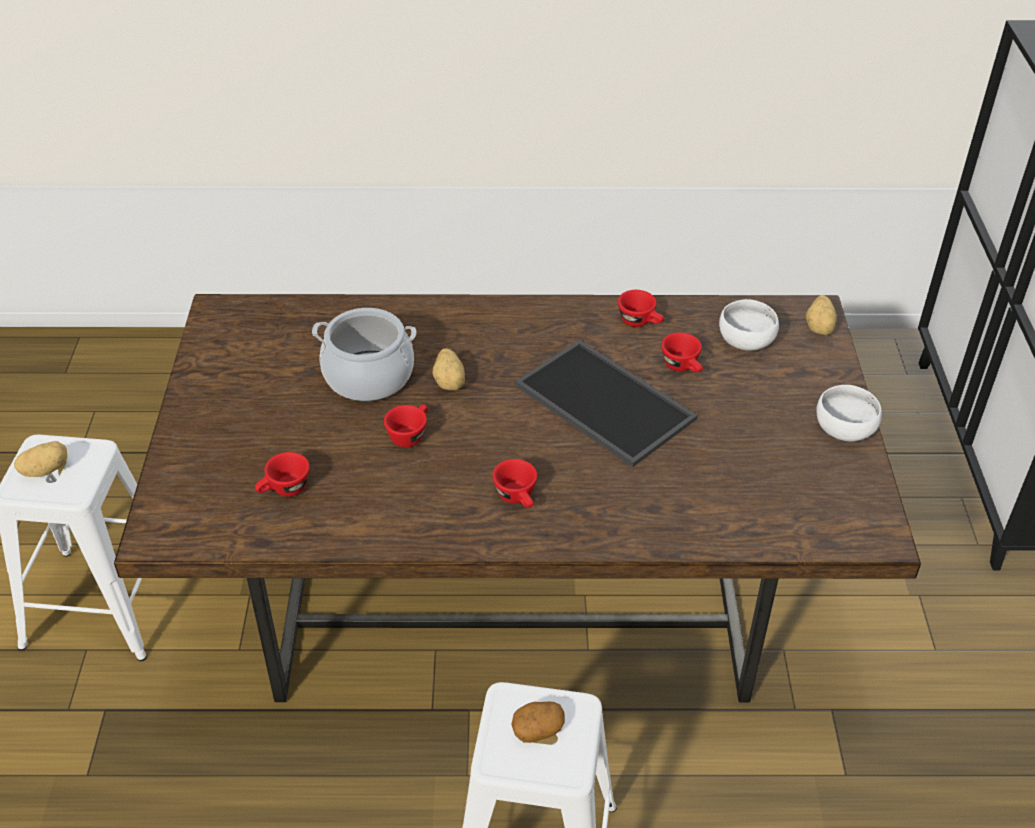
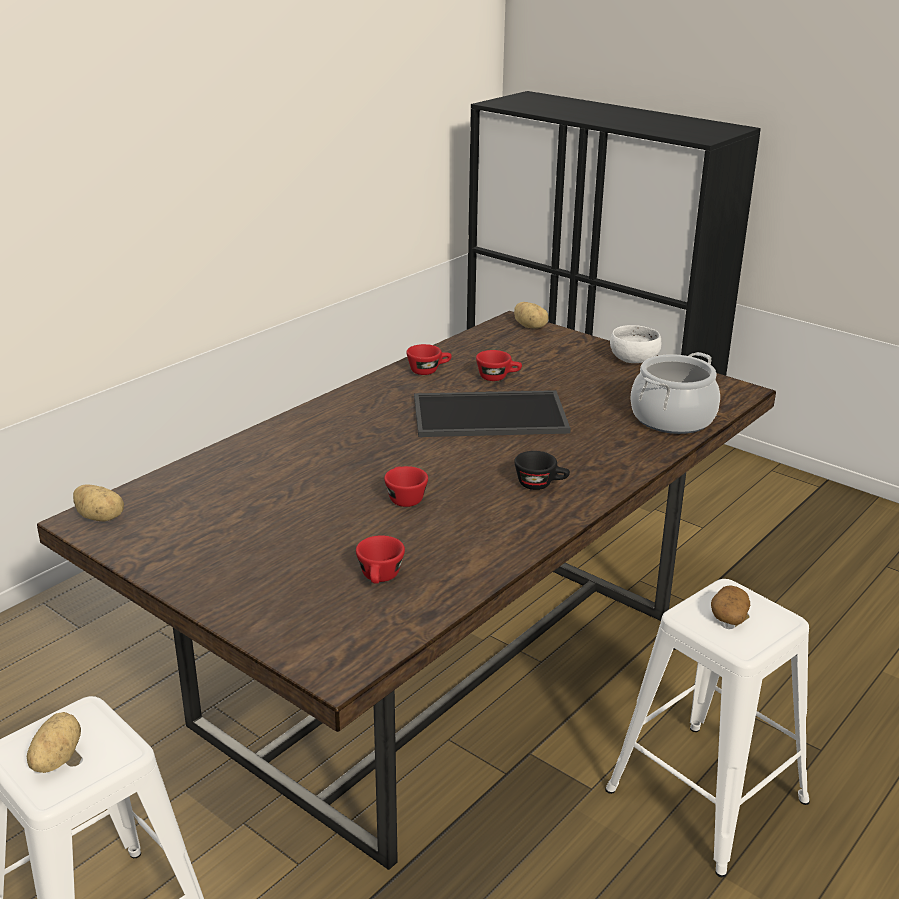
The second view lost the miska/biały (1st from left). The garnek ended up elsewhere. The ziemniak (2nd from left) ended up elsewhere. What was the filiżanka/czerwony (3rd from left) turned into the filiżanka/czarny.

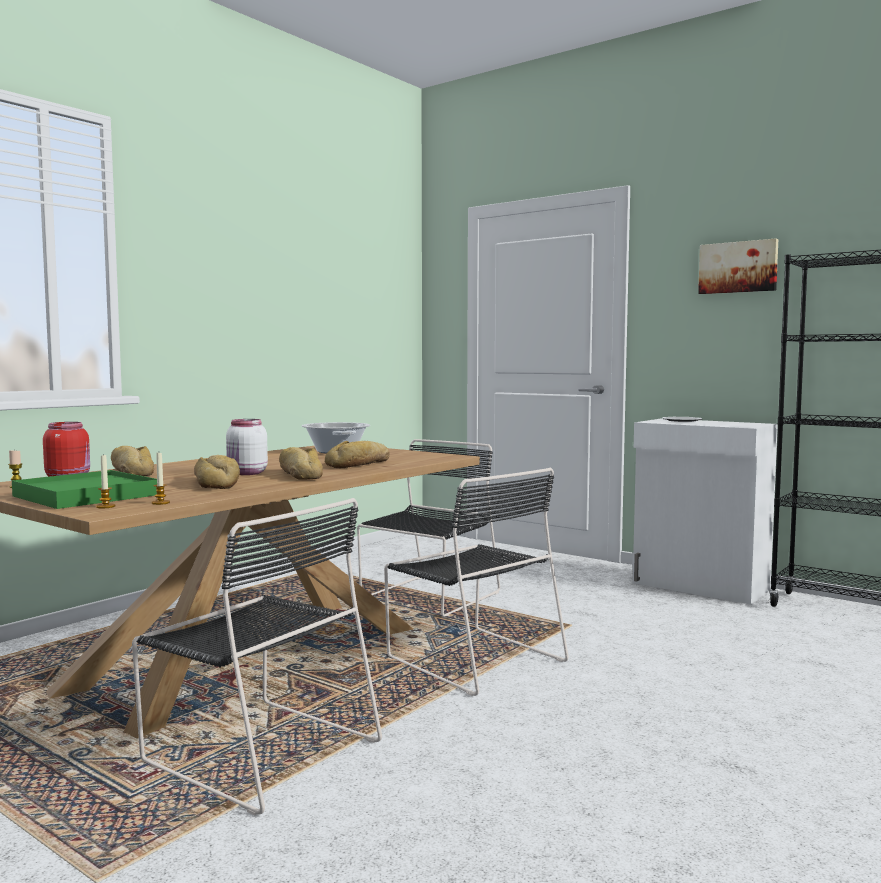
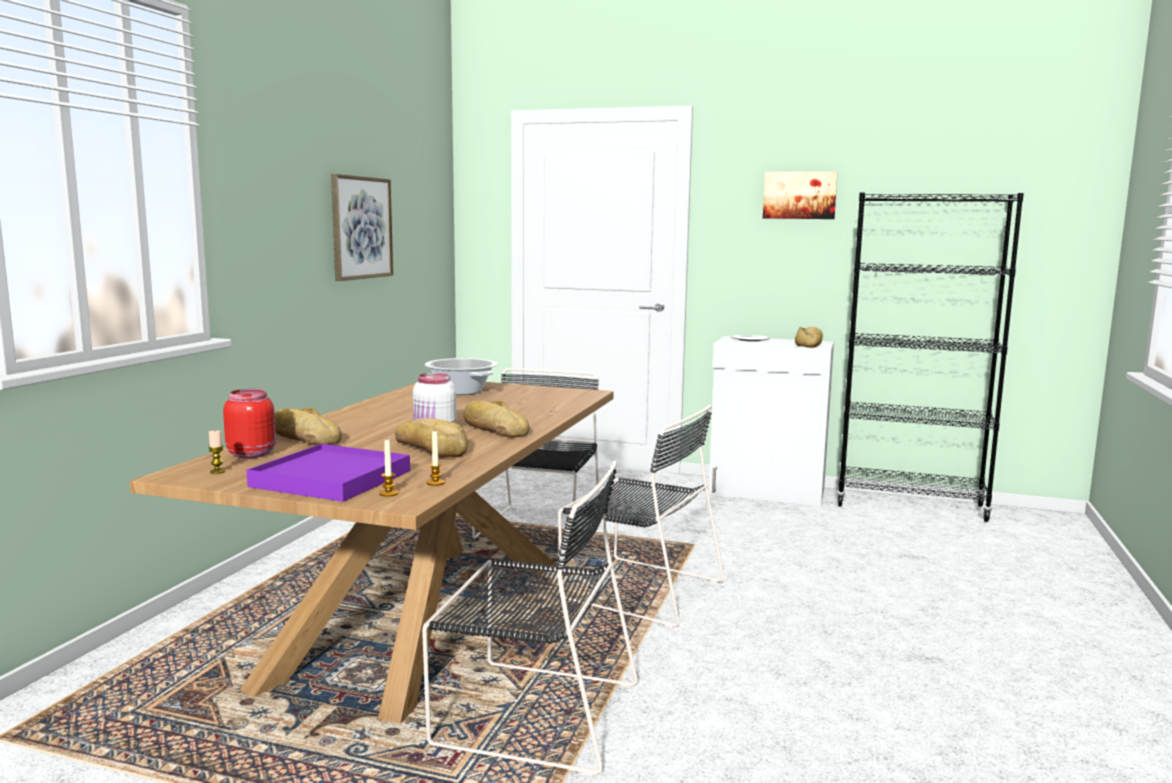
The chleb (4th from left) ended up elsewhere. What was the taca/zielony turned into the taca/fioletowy. The second view gained the obraz (1st from left).

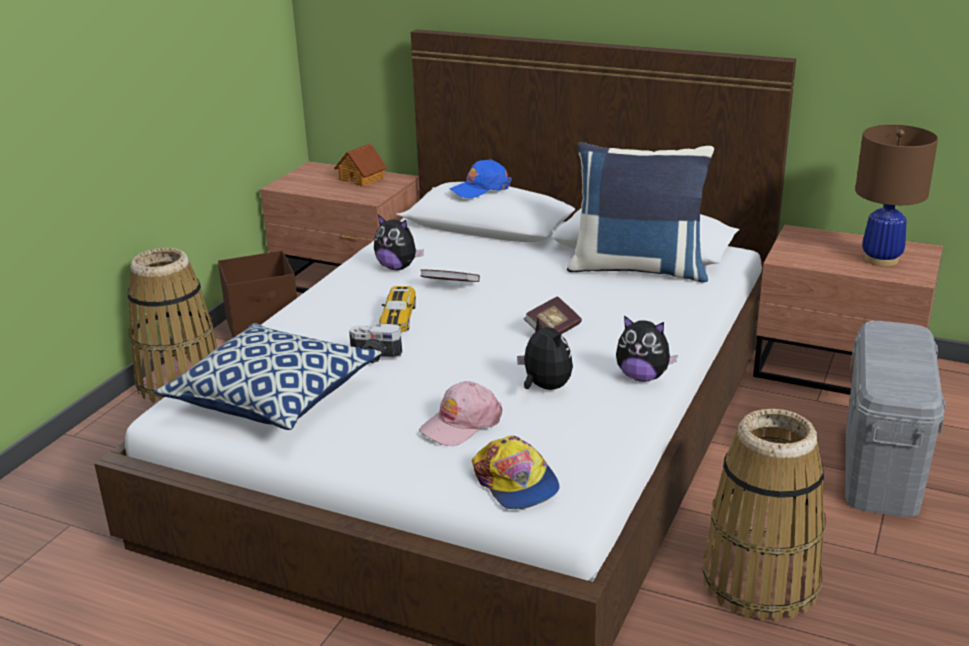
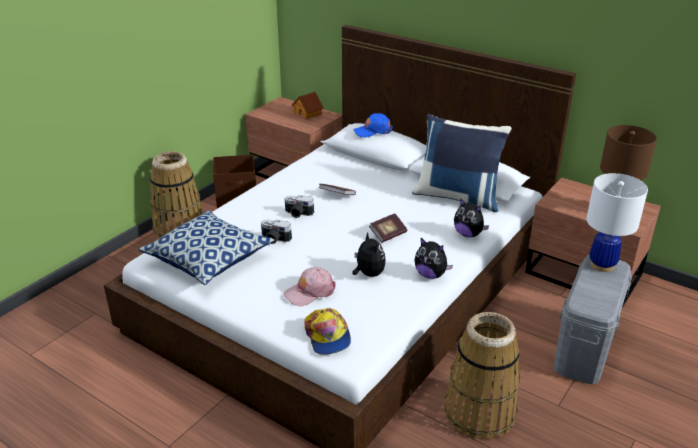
The pluszak (1st from left in the first image) ended up elsewhere. Where the samochodzik stood, the aparat fotograficzny (2nd from left) came to stand. The second view gained the lampa stołowa/biały.

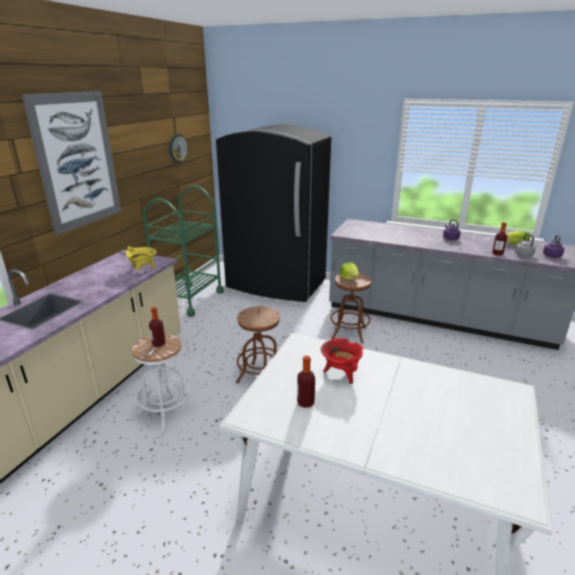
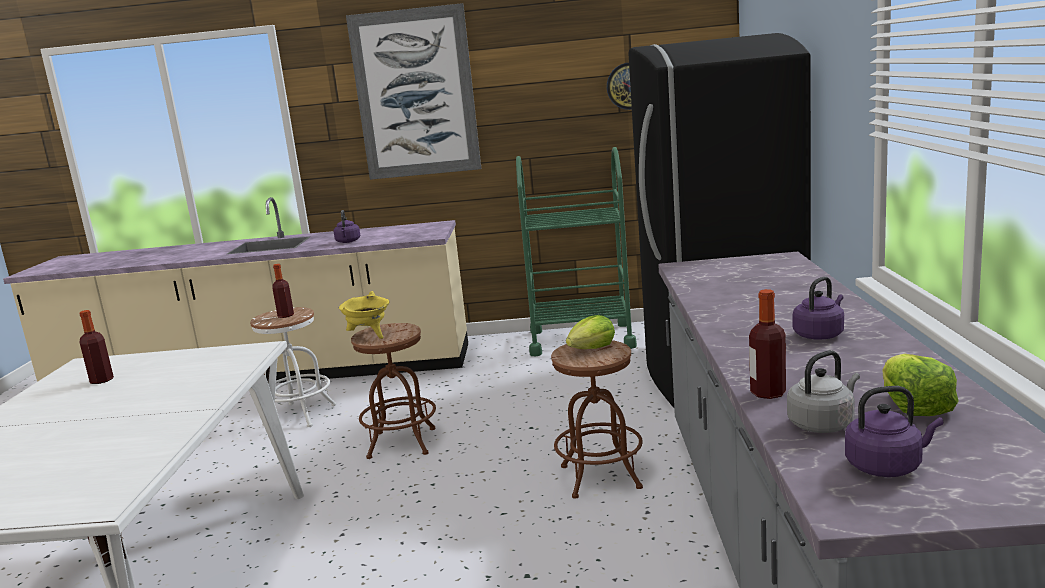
The garnek/żółty ended up elsewhere. The second view lost the garnek/czerwony. The second view gained the czajnik/fioletowy (1st from left).

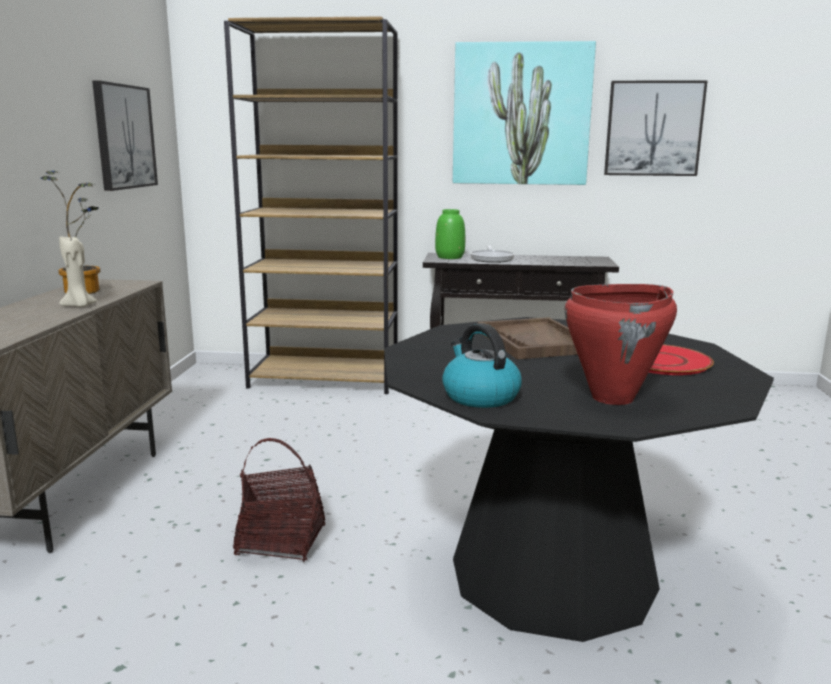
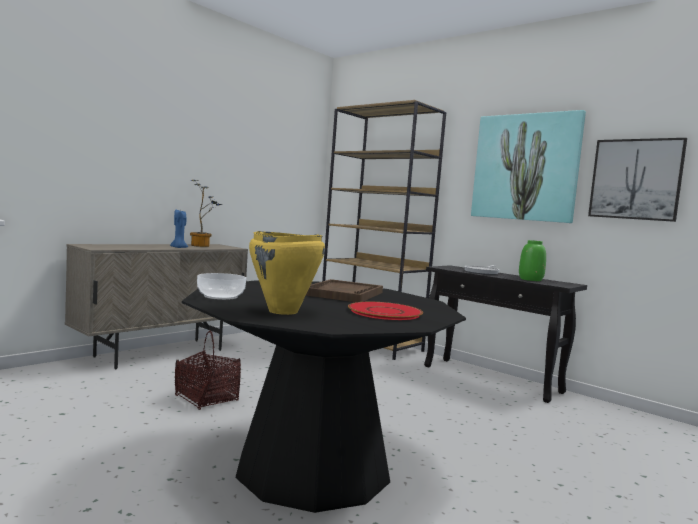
The second view lost the obraz (1st from left). The wazon/zielony ended up elsewhere. What was the świeca/beżowy turned into the świeca/niebieski. What was the garnek/czerwony turned into the garnek/żółty. Where the czajnik stood, the miska came to stand.

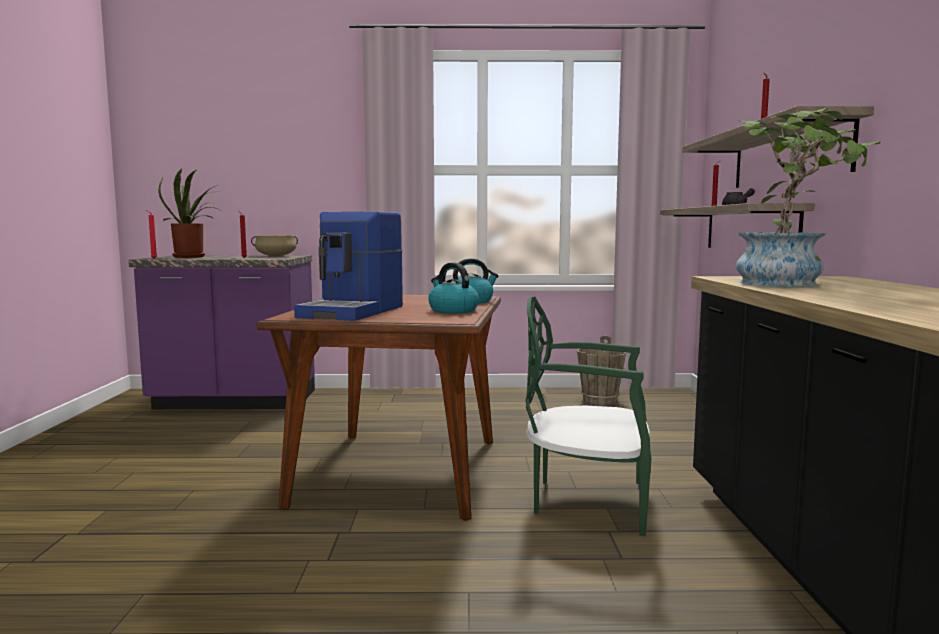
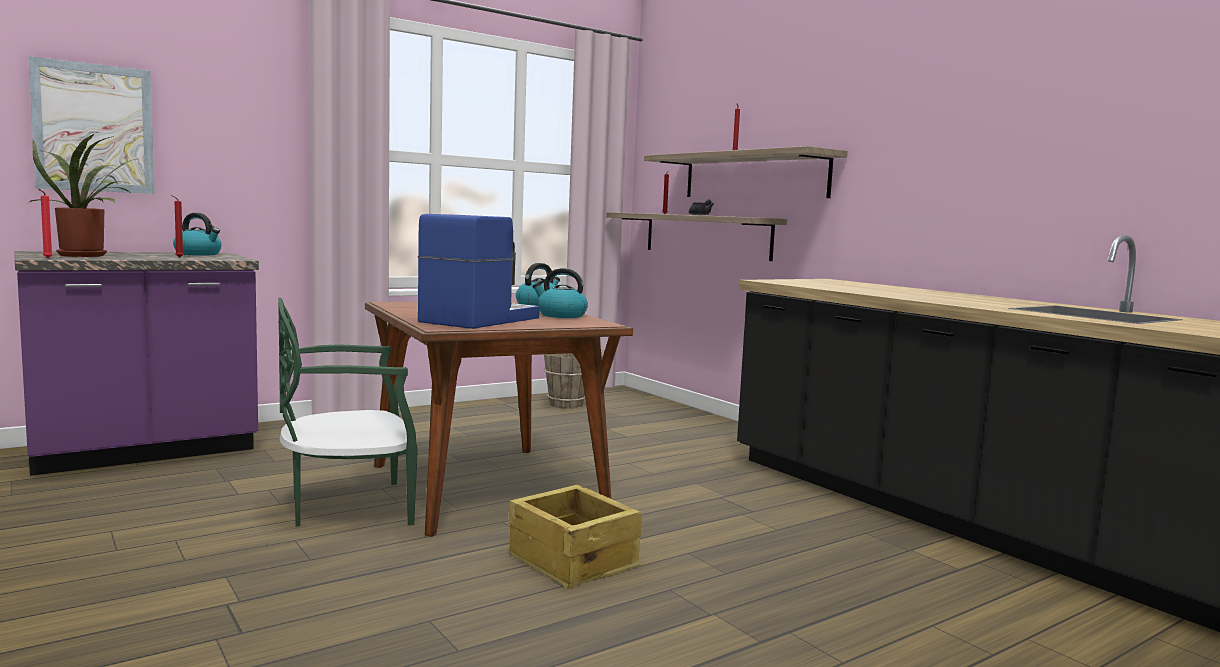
The second view lost the roślina doniczkowa (2nd from left). The ekspres do kawy ended up facing another way, 135 degrees counterclockwise from before. Where the garnek/beżowy stood, the czajnik (1st from left) came to stand. The krzesło/zielony ended up elsewhere. The second view gained the obraz. The second view gained the skrzynka.

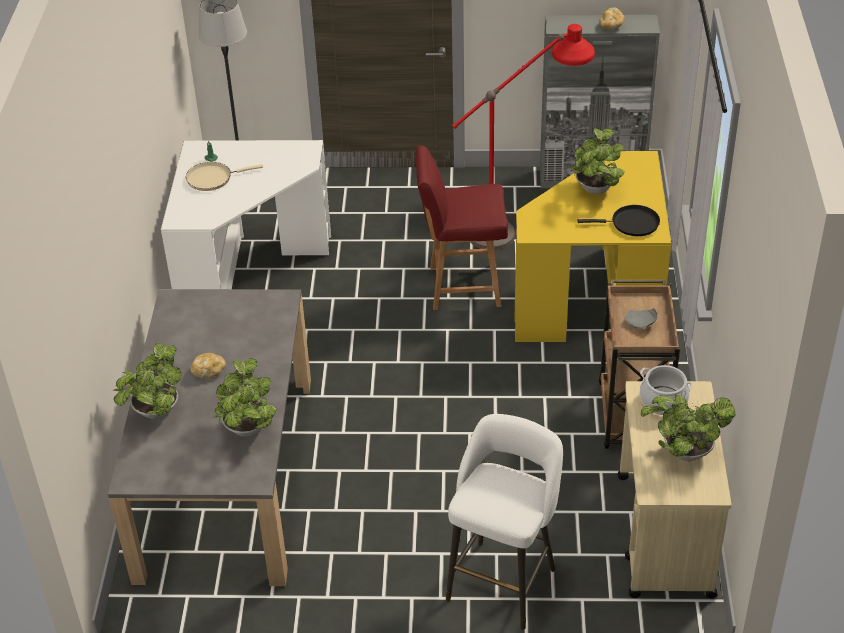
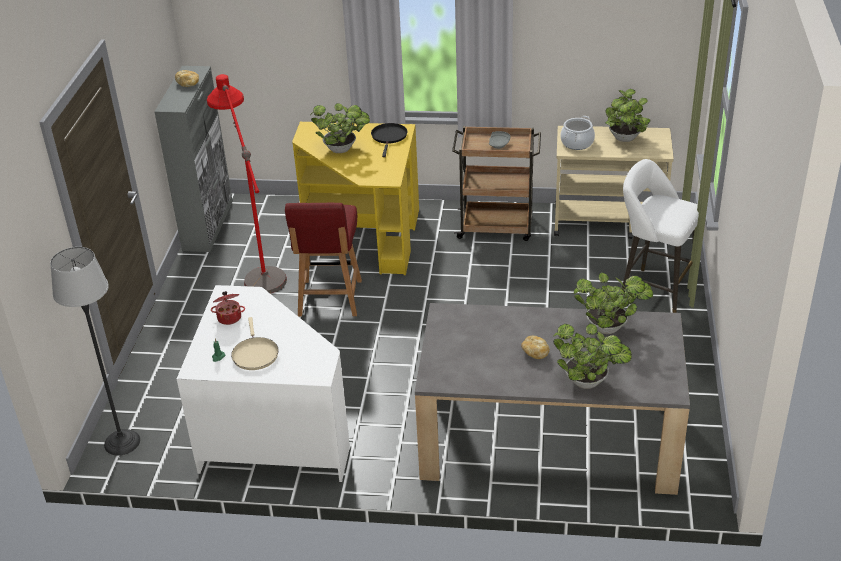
The second view gained the garnek (1st from left).

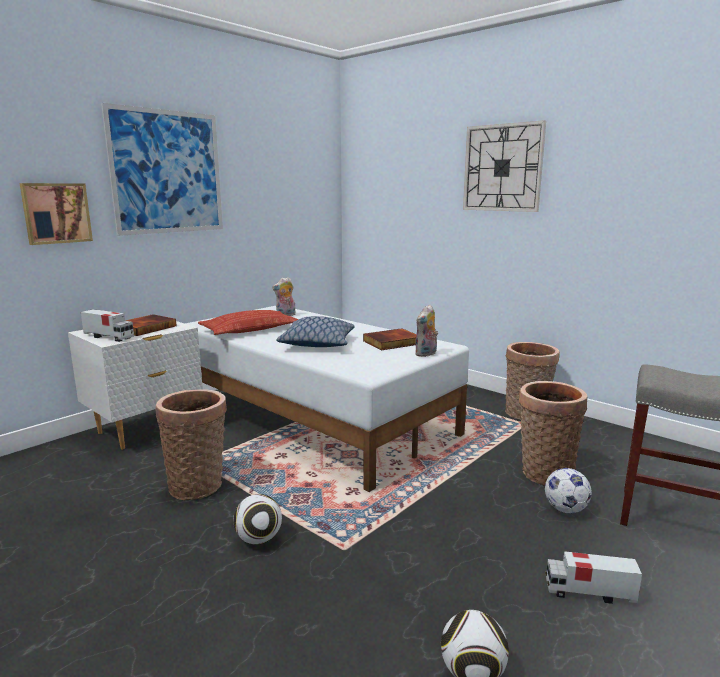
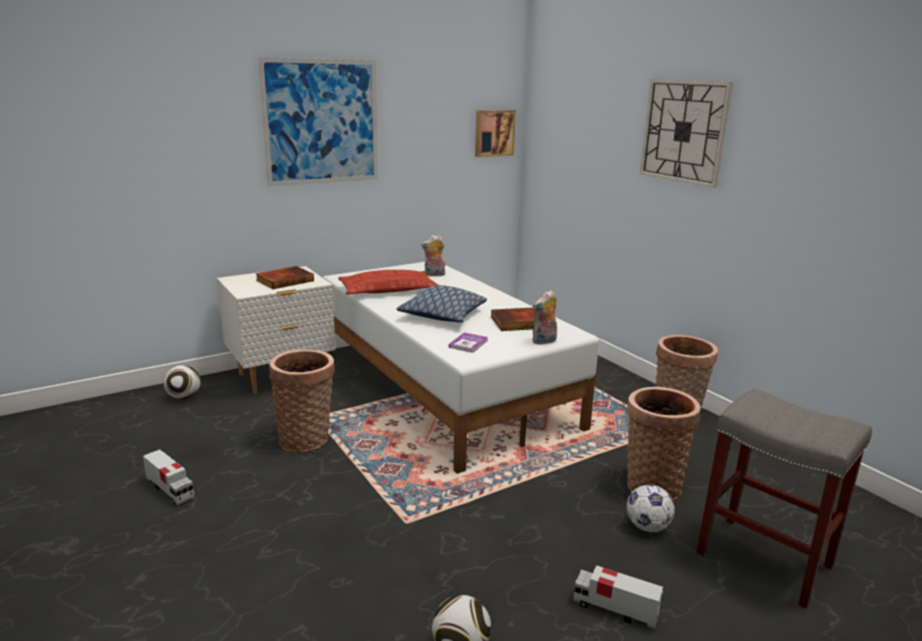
The obraz (1st from left in the first image) ended up elsewhere. The ciężarówka zabawkowa (1st from left) ended up elsewhere. The piłka futbolowa (1st from left) ended up elsewhere. The second view gained the książka (2nd from left).

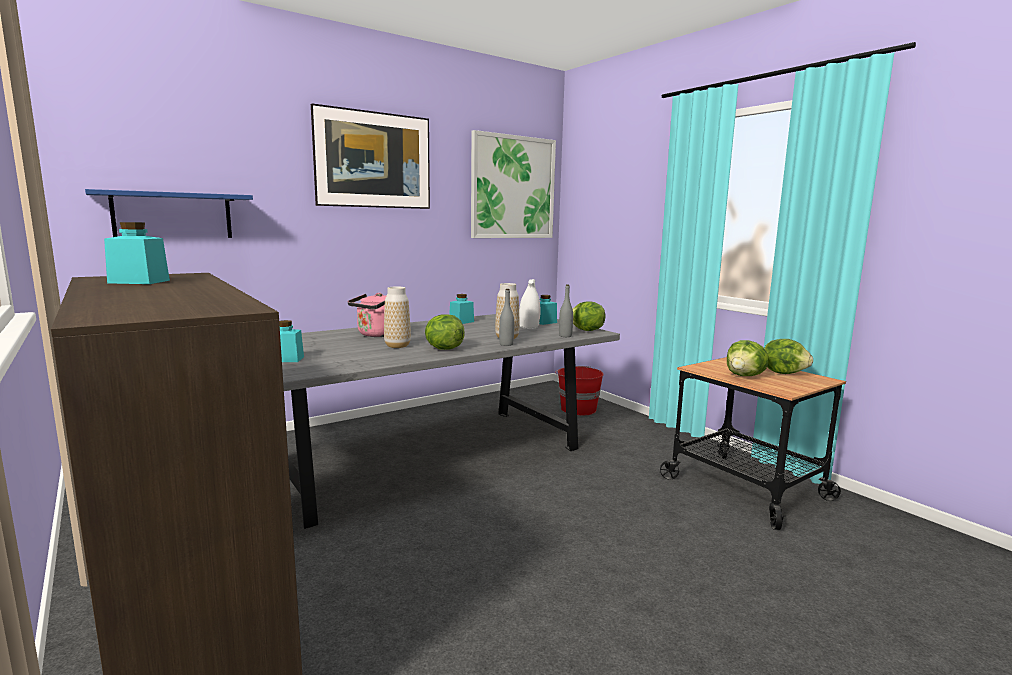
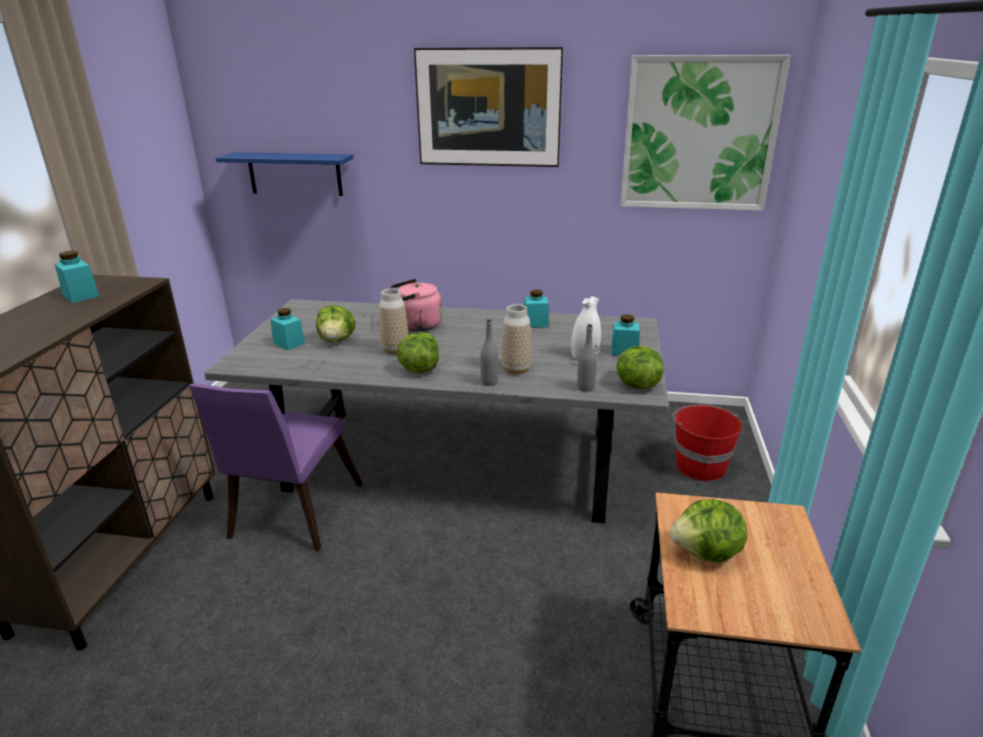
The sałata (4th from left in the first image) ended up elsewhere. The second view gained the krzesło/fioletowy.

